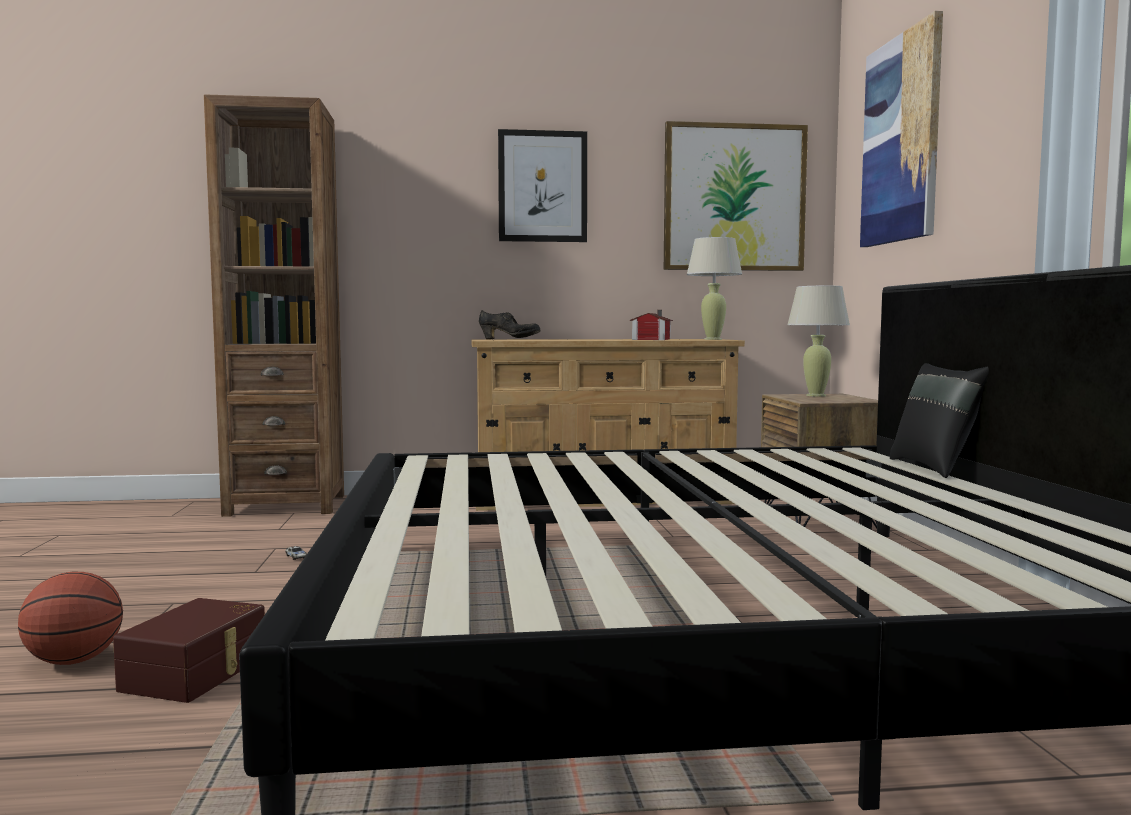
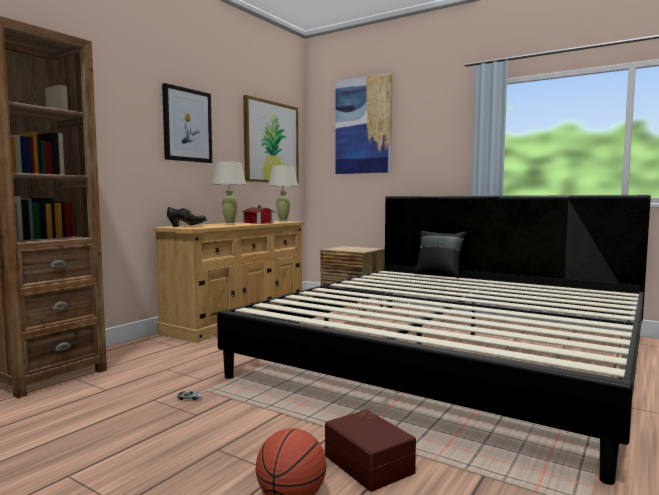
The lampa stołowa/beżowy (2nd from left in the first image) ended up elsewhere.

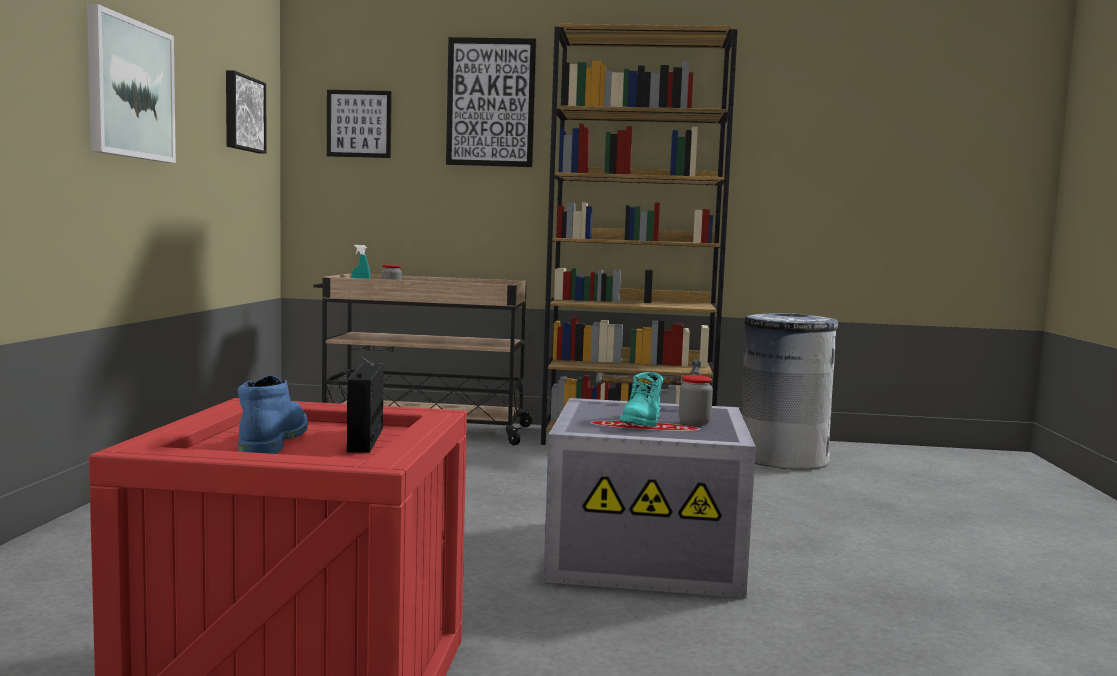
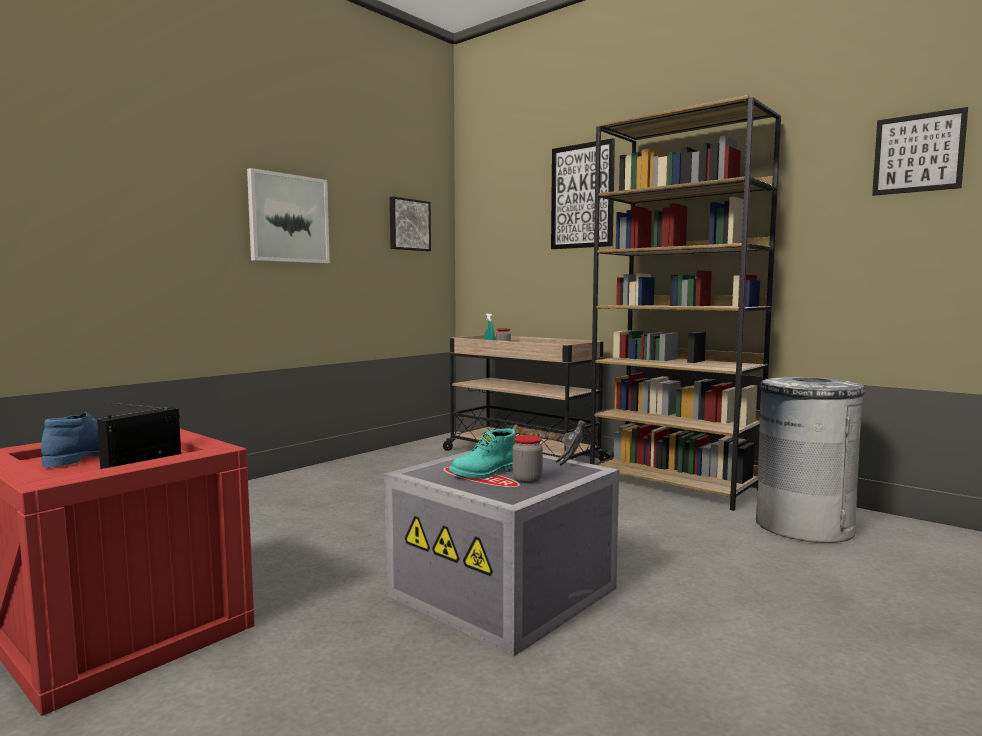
The obraz (3rd from left in the first image) ended up elsewhere.

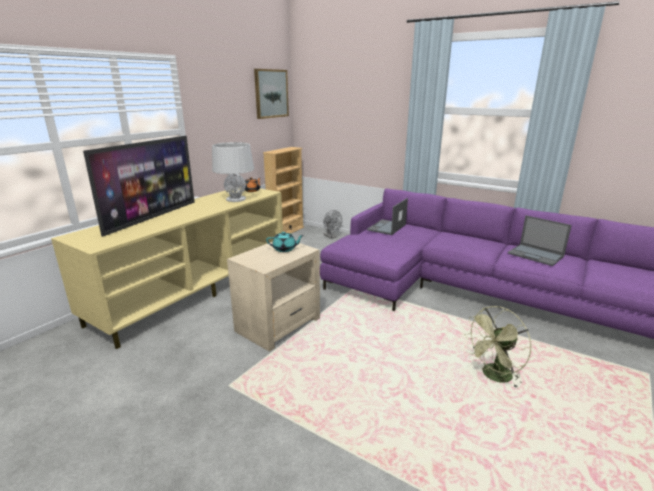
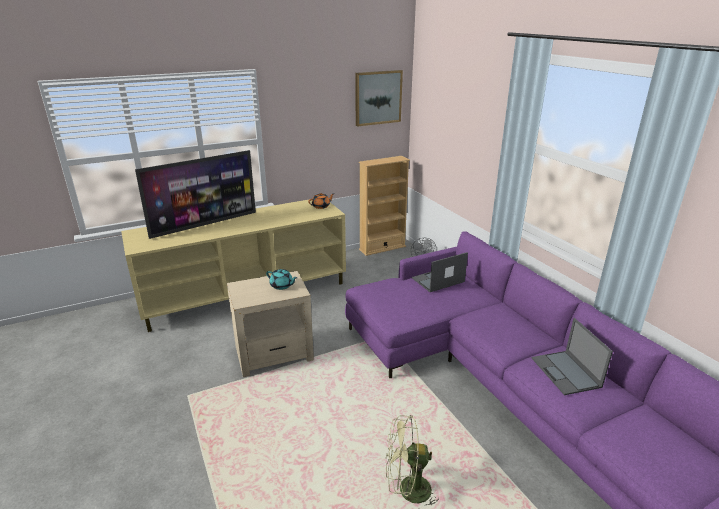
The second view lost the lampa stołowa/szary.

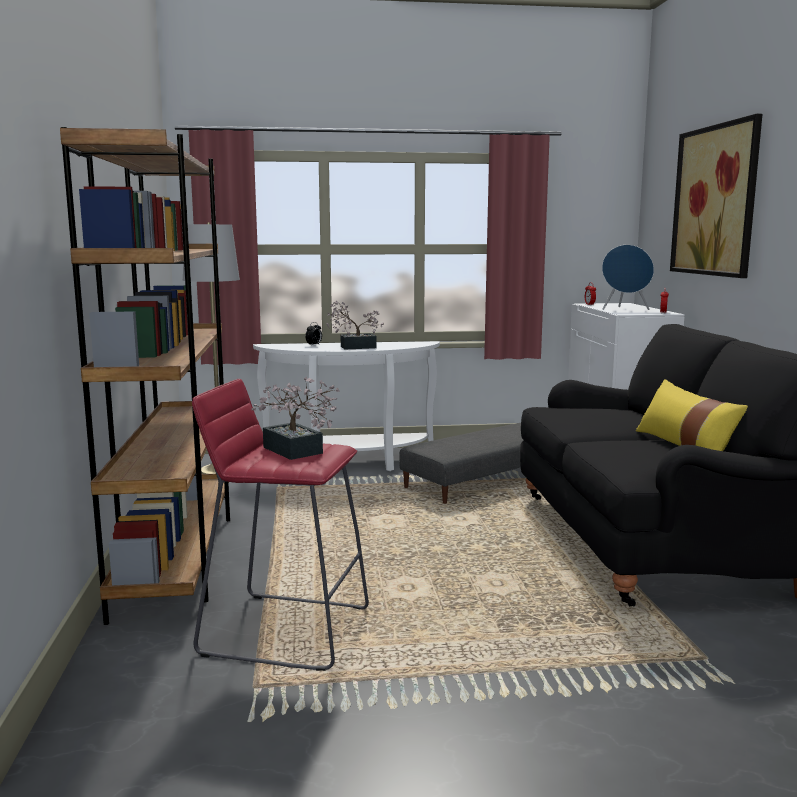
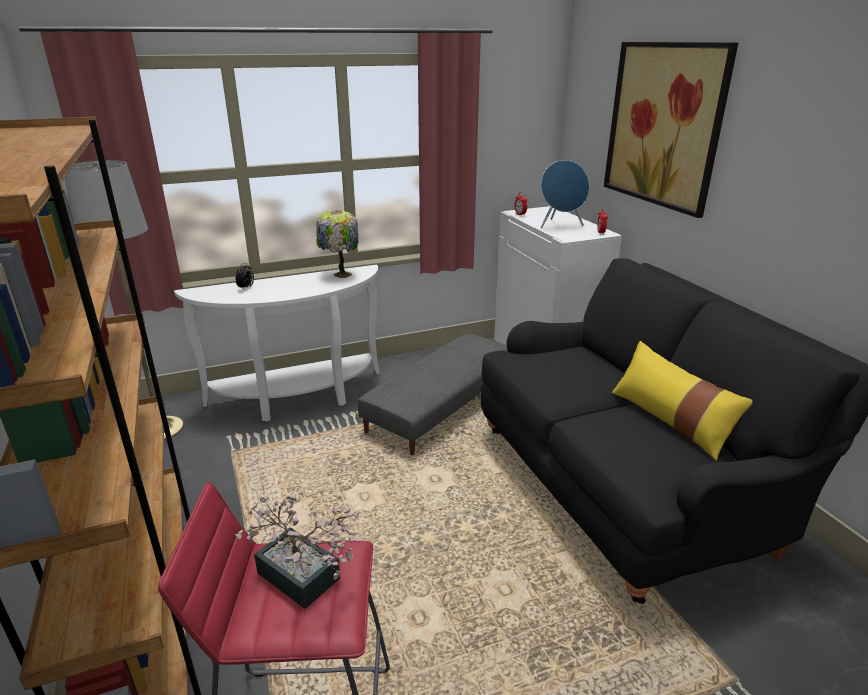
The second view lost the roślina doniczkowa (2nd from left). The second view gained the lampa stołowa.

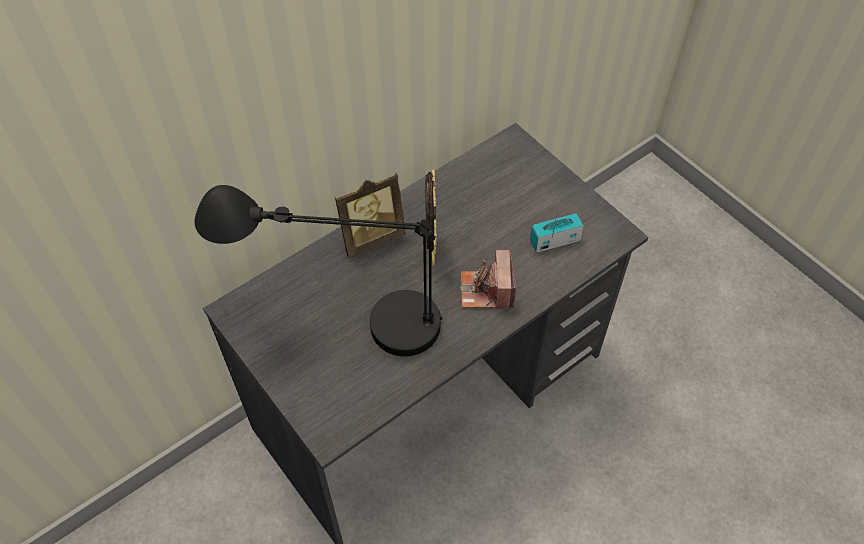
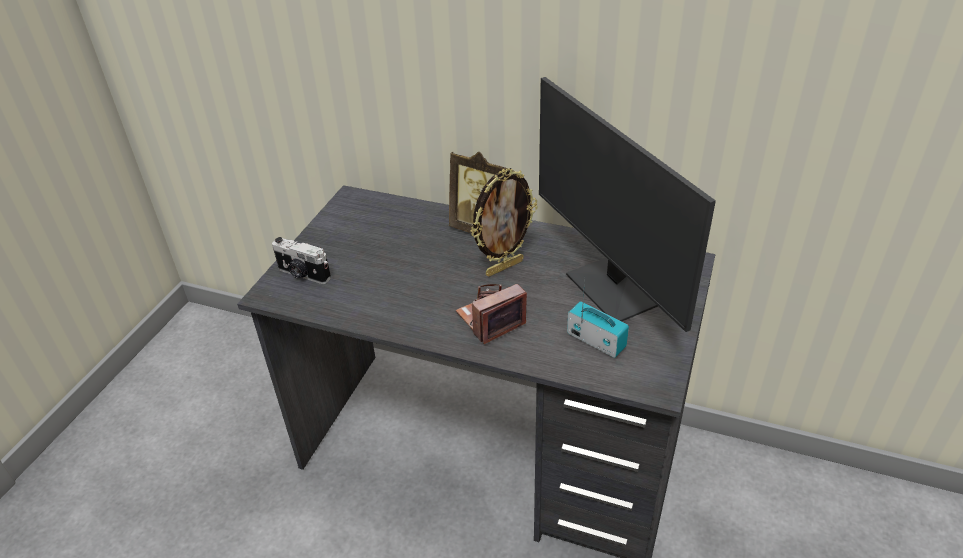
The second view lost the lampa stołowa/czarny. The second view gained the monitor. The second view gained the aparat fotograficzny (1st from left).

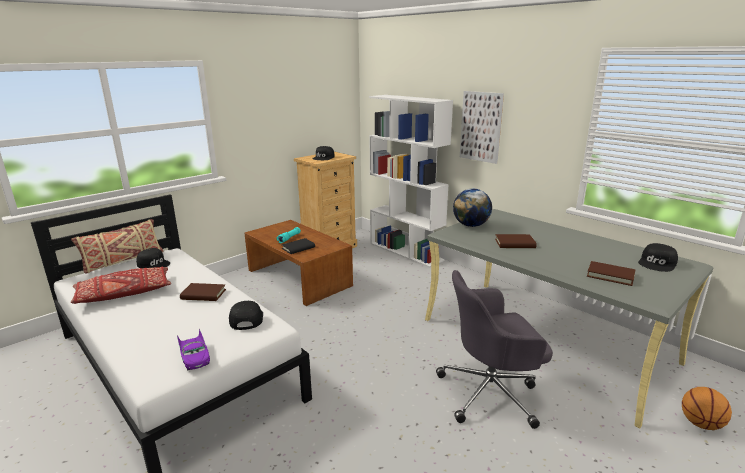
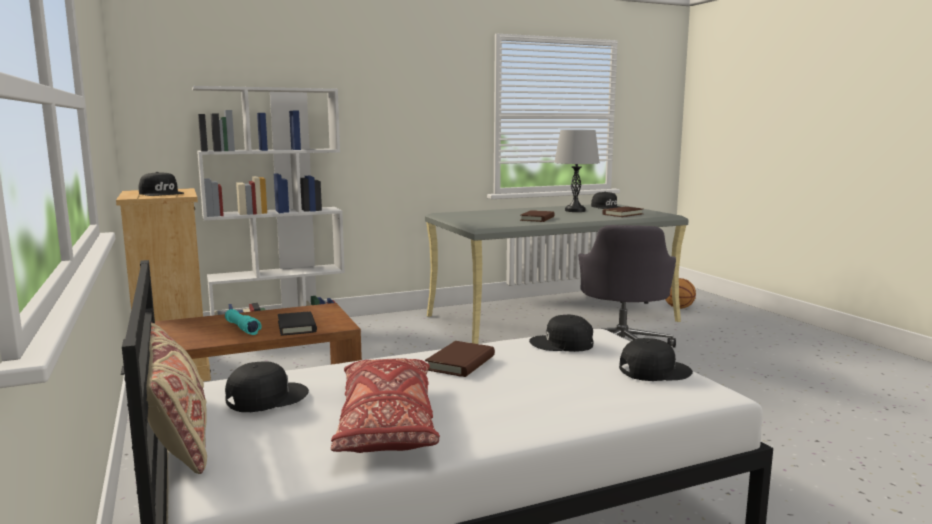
The second view lost the obraz. The second view lost the globus. Where the samochodzik/fioletowy stood, the czapka z daszkiem/czarny (5th from left) came to stand. The second view gained the lampa stołowa/szary.

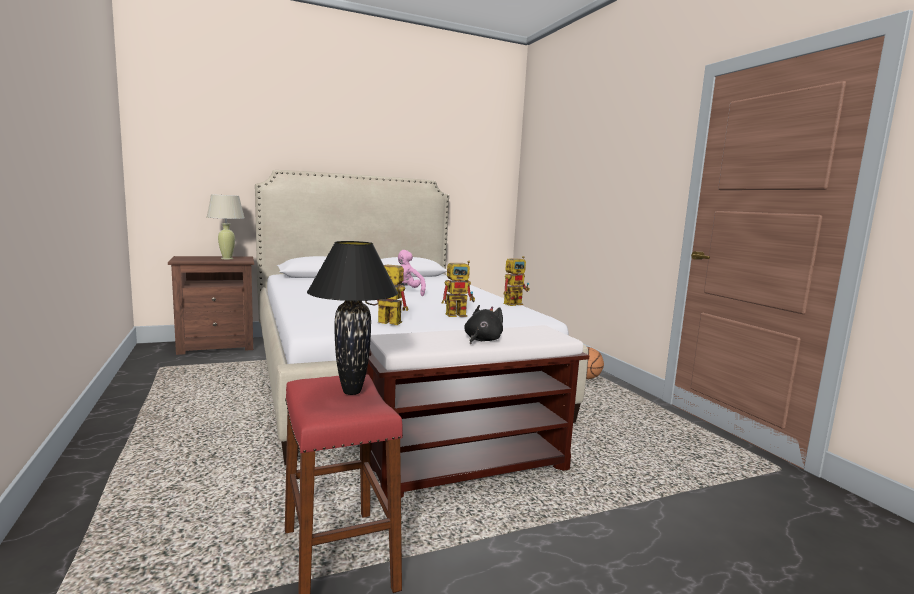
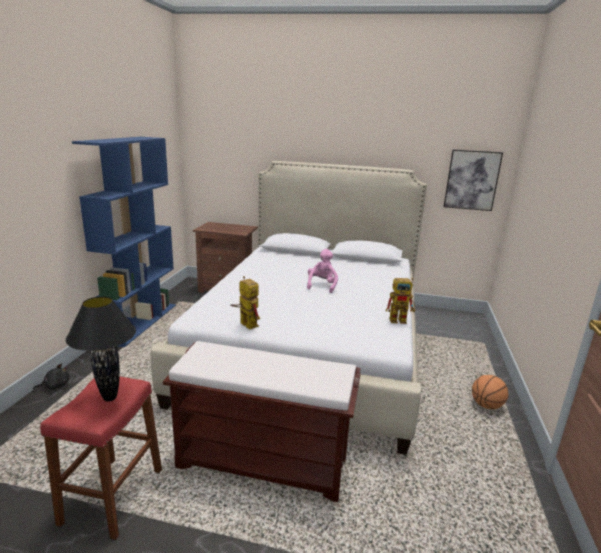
The second view lost the lampa stołowa/beżowy. The second view lost the robot zabawkowy (2nd from left). The pluszak/czarny ended up elsewhere. The second view gained the regał/niebieski. The second view gained the obraz.

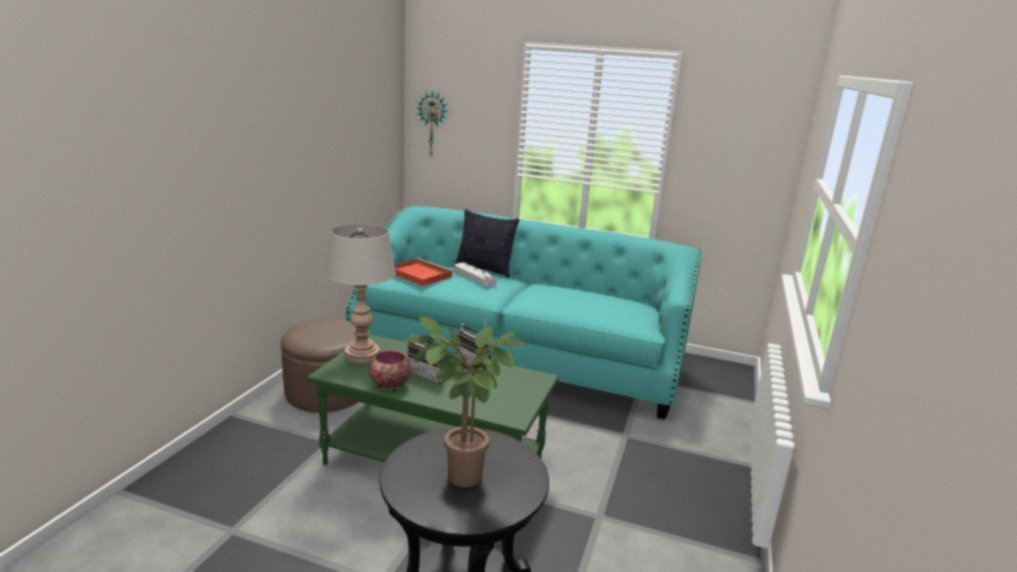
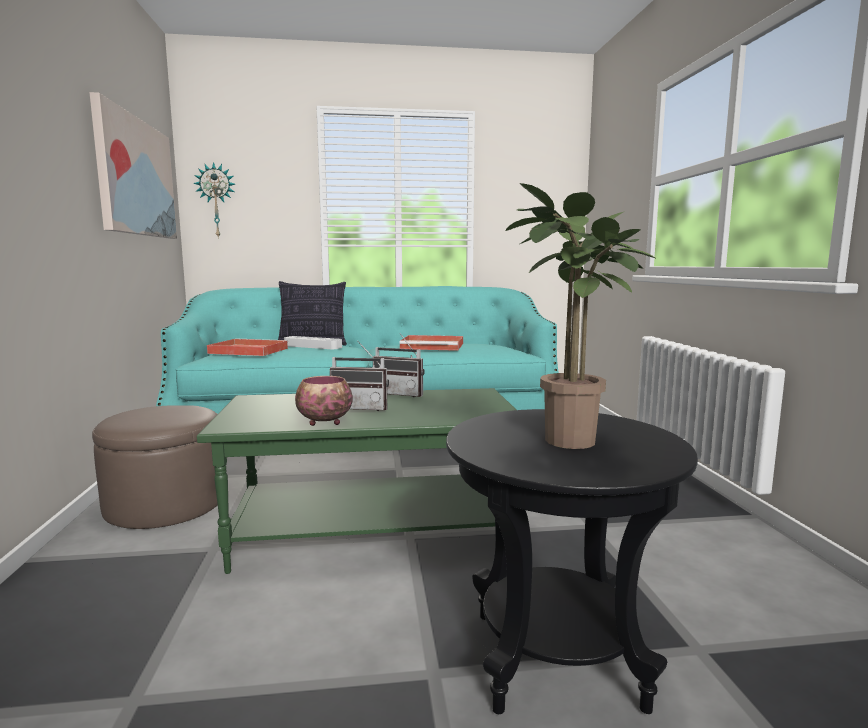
The second view lost the lampa stołowa/szary. The second view gained the obraz. The second view gained the taca/czerwony (2nd from left).

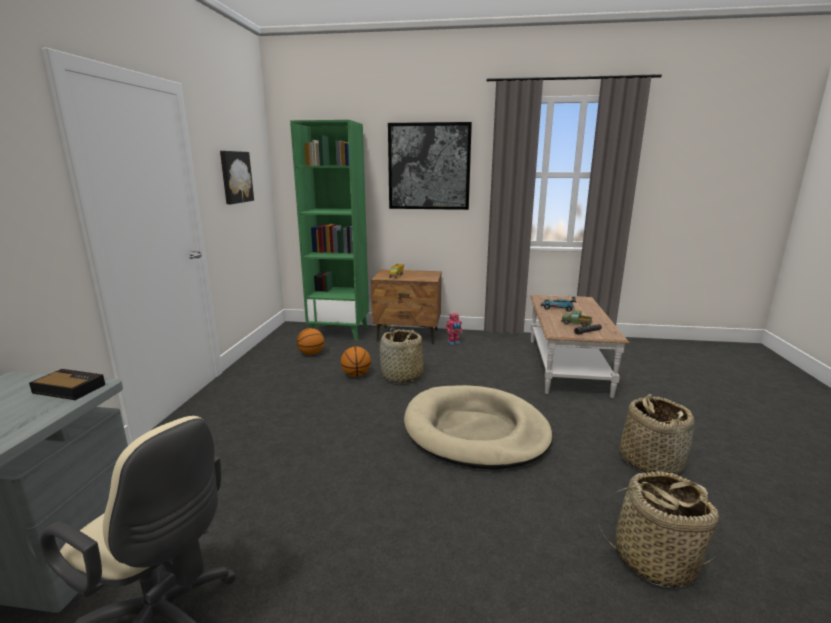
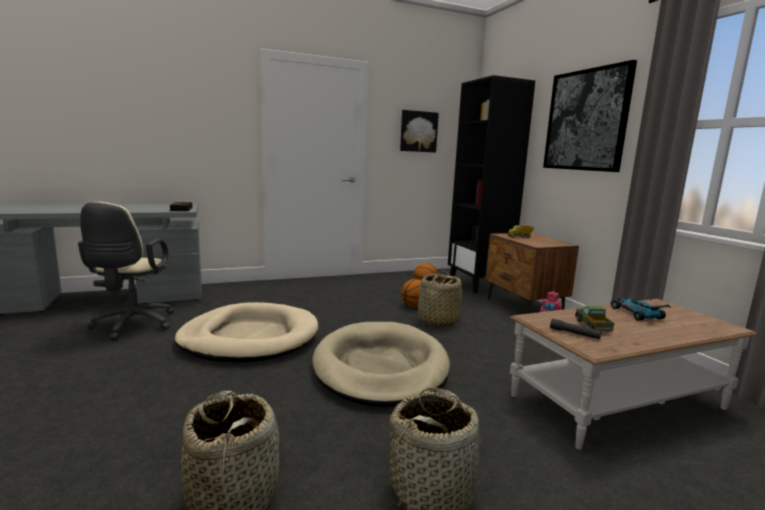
What was the regał/zielony turned into the regał/czarny. The second view gained the legowisko/beżowy (1st from left).

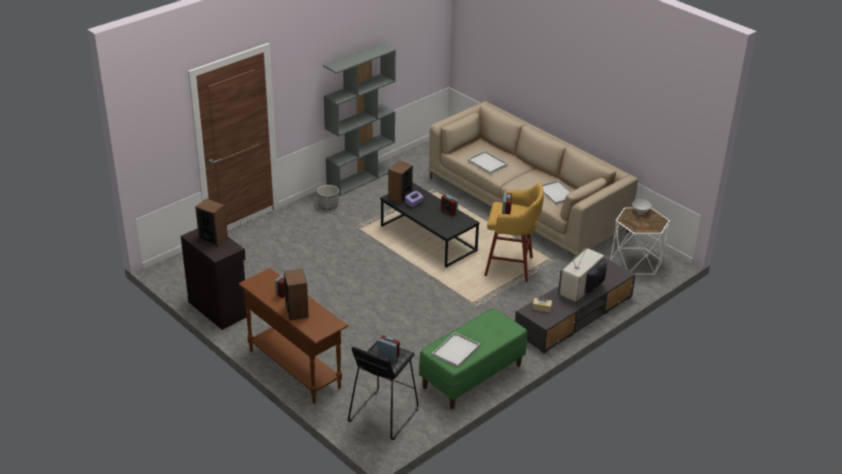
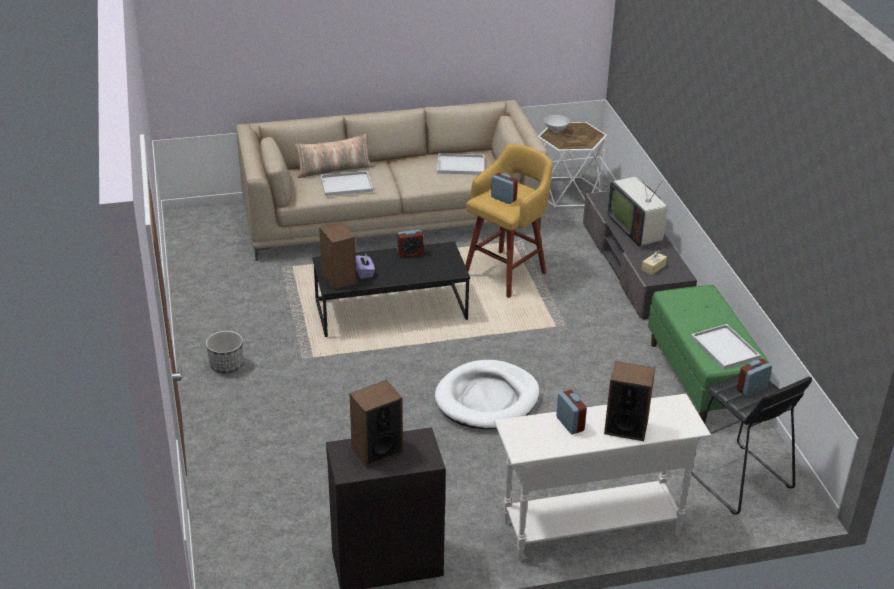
The second view lost the regał/szary. What was the stolik konsolowy/brązowy turned into the stolik konsolowy/biały. The second view gained the poduszka. The second view gained the legowisko/biały.

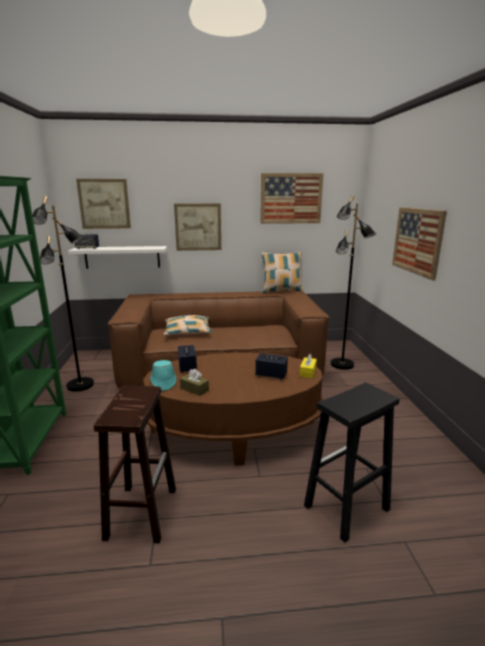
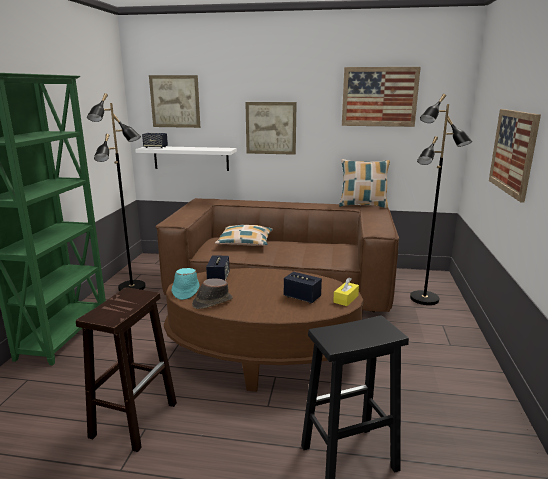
Where the pudełko chusteczek/brązowy stood, the kapelusz/brązowy came to stand.

